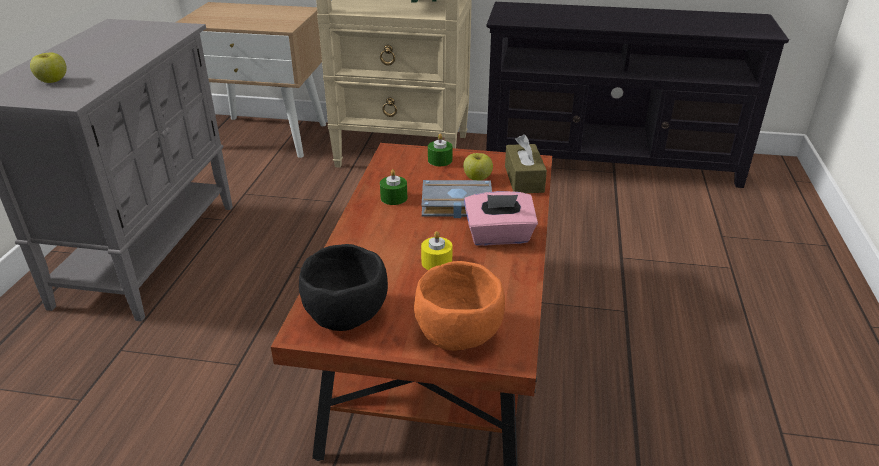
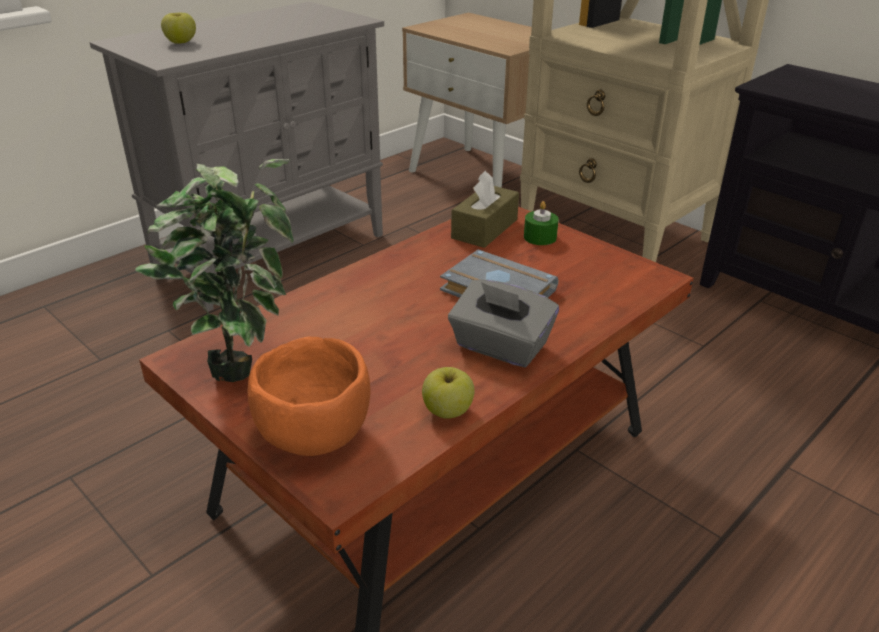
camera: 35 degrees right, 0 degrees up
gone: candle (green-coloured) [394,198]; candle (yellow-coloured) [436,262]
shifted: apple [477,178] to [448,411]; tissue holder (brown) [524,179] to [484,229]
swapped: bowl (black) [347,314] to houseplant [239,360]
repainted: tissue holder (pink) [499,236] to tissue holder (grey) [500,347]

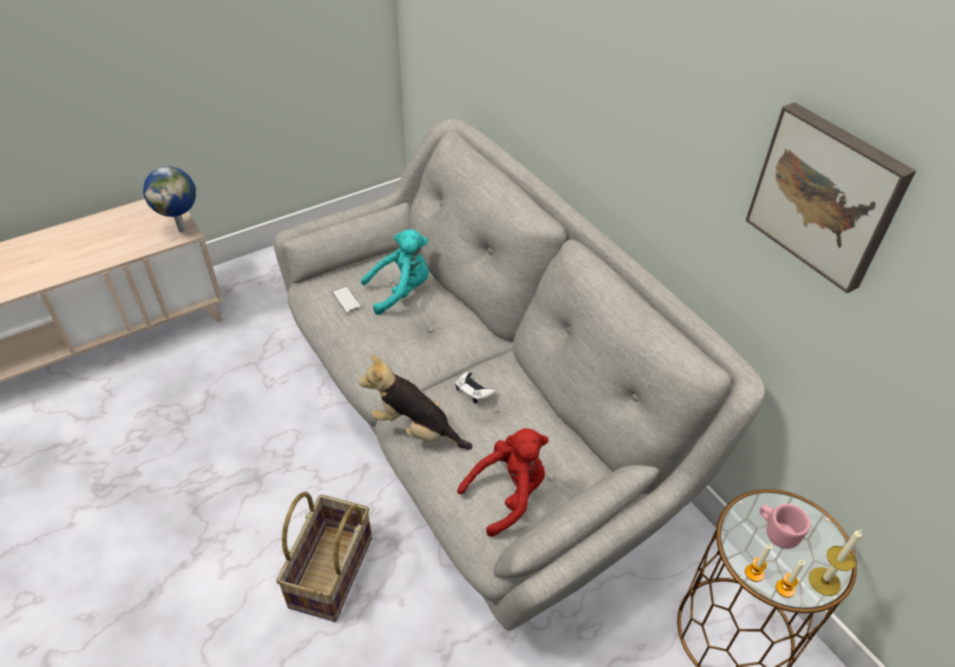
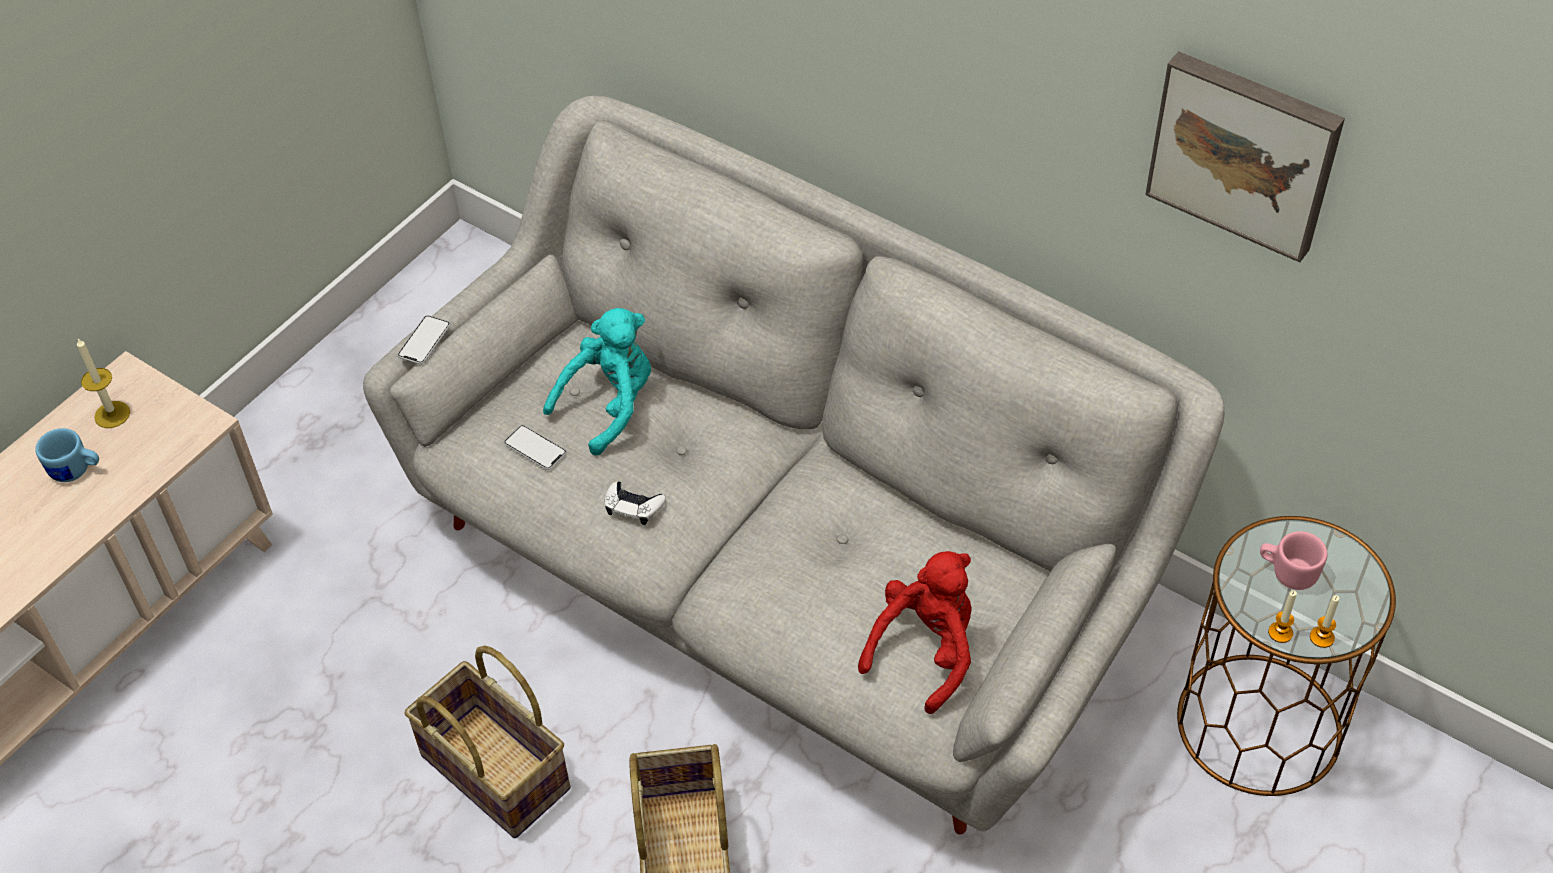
camera: 20 degrees left, 5 degrees up
gone: world globe [182,229]; plush toy [416,429]
new: coffee mug (blue) [76,471]; telephone [424,341]; basket [498,771]
shifted: candle [824,581] to [112,414]; joypad (white-coloured) [473,390] to [633,506]

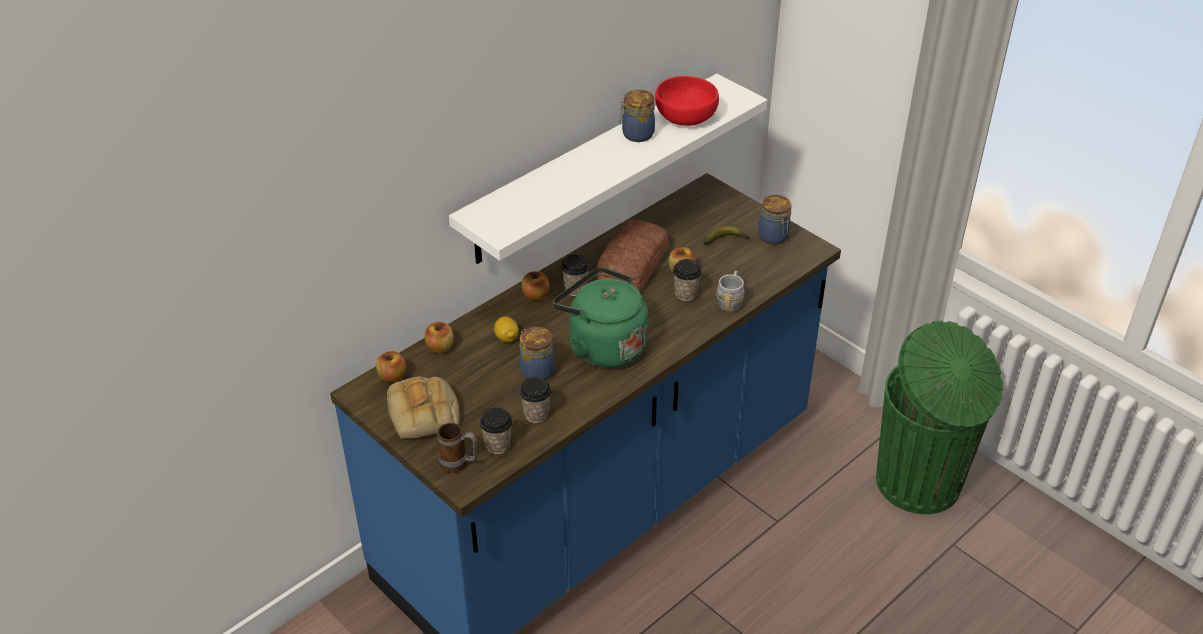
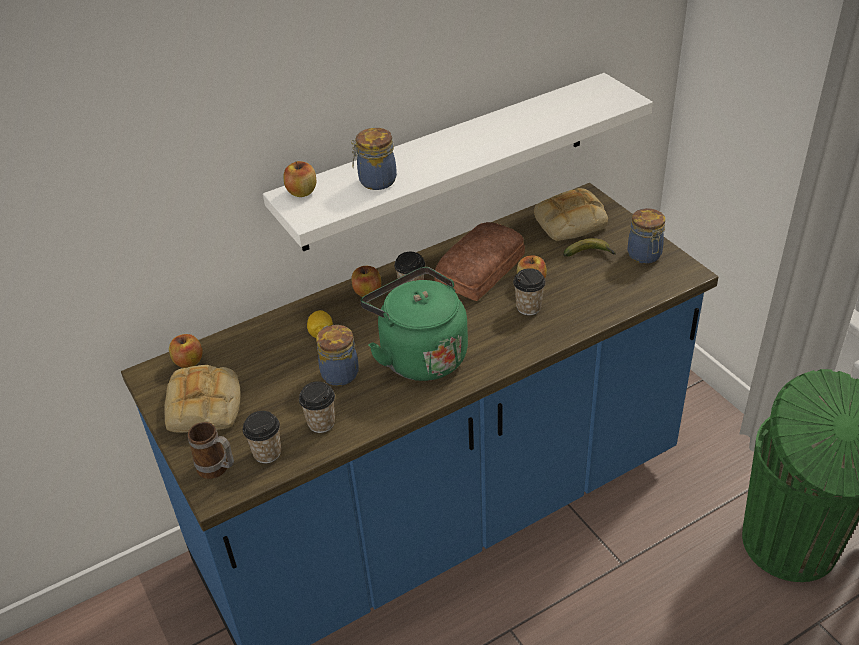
camera: 15 degrees right, 0 degrees up
gone: bowl (red-coloured) [685,117]; coffee mug (grey) [730,301]
new: bakery bread [569,222]
shifted: apple [440,347] to [302,192]; storage jar [636,134] to [376,181]

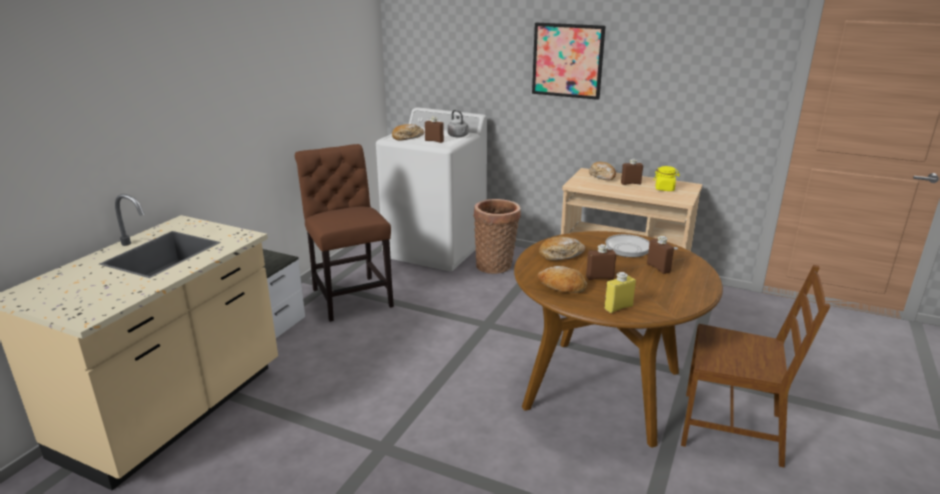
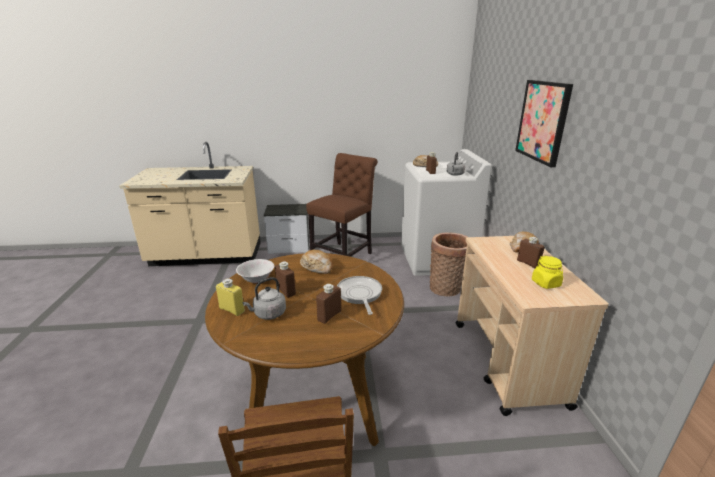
camera: 60 degrees right, 0 degrees up
new: water kettle (grey) [268,314]
swapped: bakery bread [561,287] to bowl (white-coloured) [256,279]

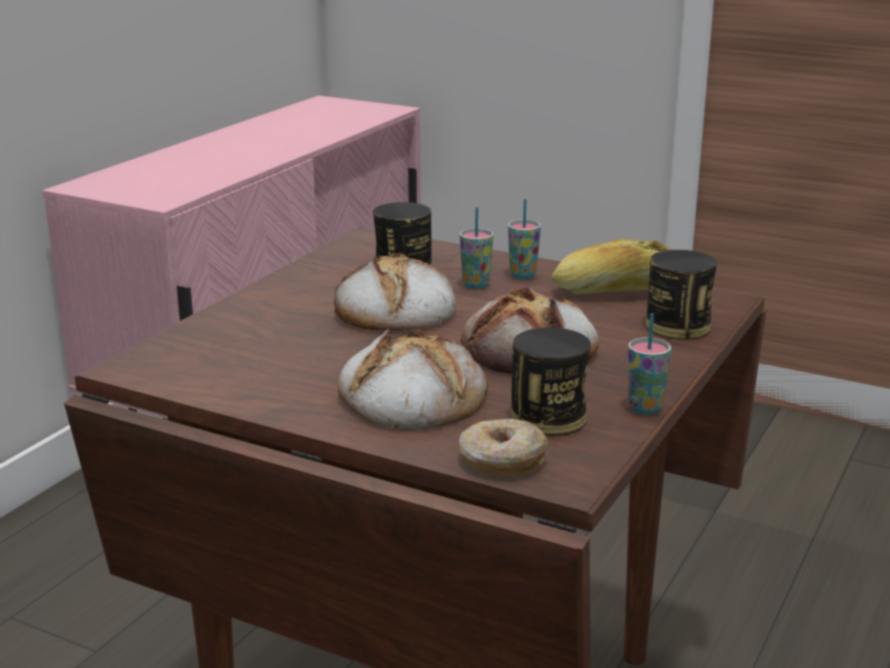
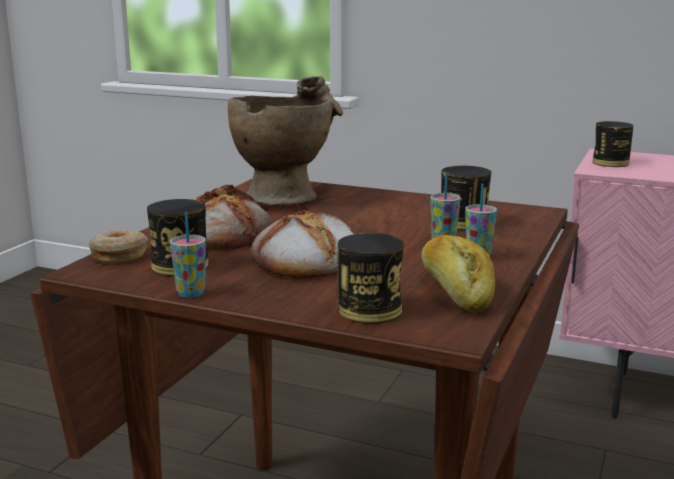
camera: 85 degrees right, 5 degrees down
gone: bakery bread [393,310]
new: flower vase (sand-coloured) [287,197]; can [610,163]

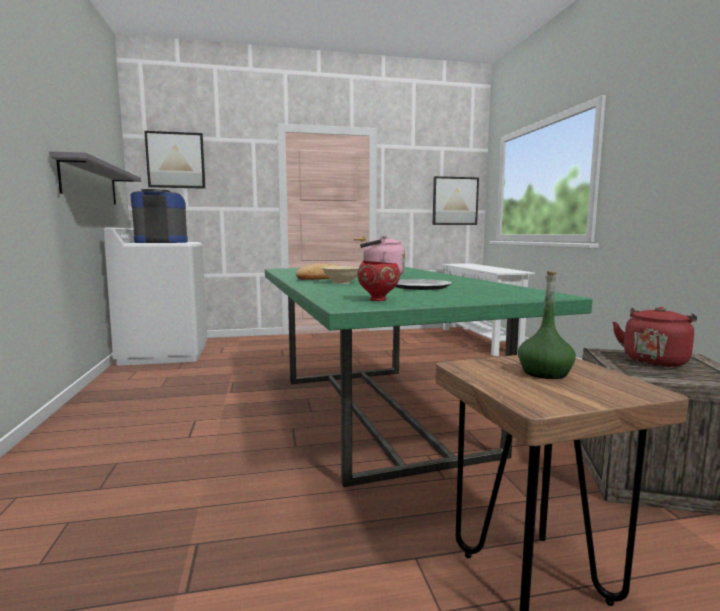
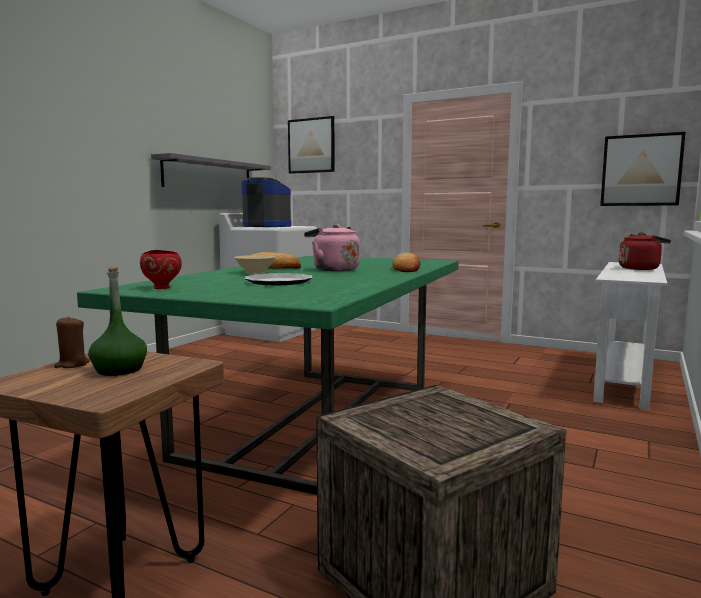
camera: 40 degrees right, 0 degrees up
new: candle (brown) [72,365]; bakery bread [407,269]
shifted: water kettle (red-coloured) [654,360] to [640,268]

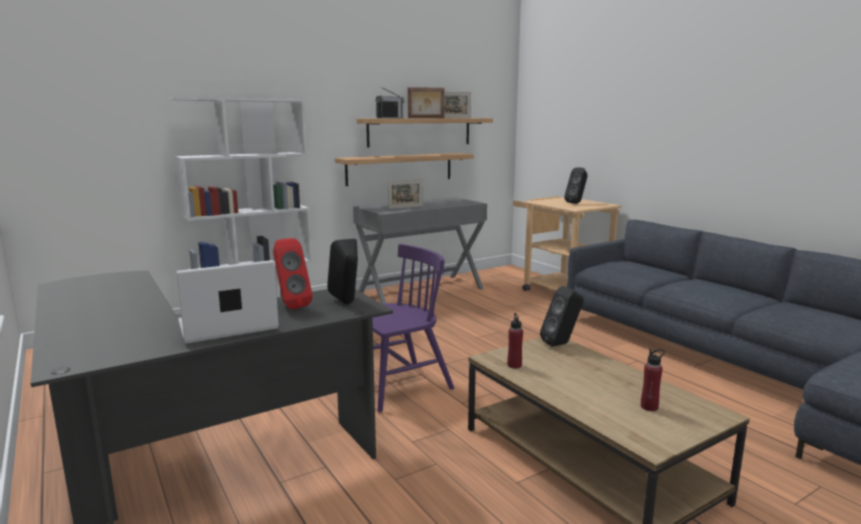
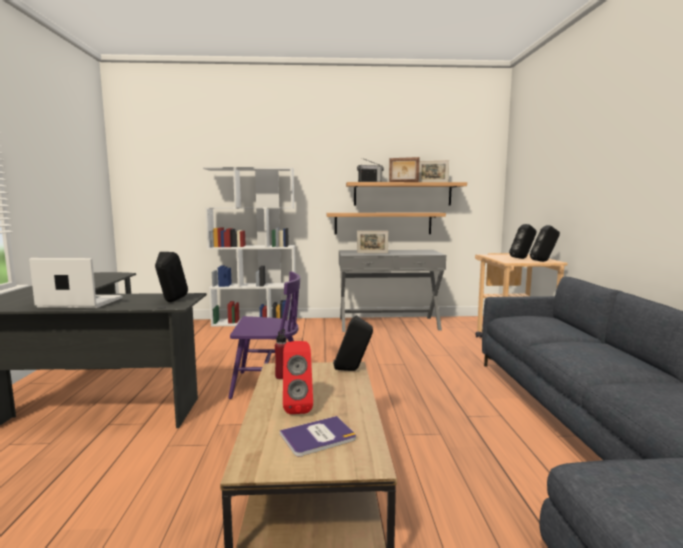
camera: 30 degrees right, 5 degrees down
new: speaker (black) [544,261]
shifted: speaker (red-coloured) [290,305] to [298,407]
swapped: beverage bottle (red-coloured) [649,407] to bound book [318,437]

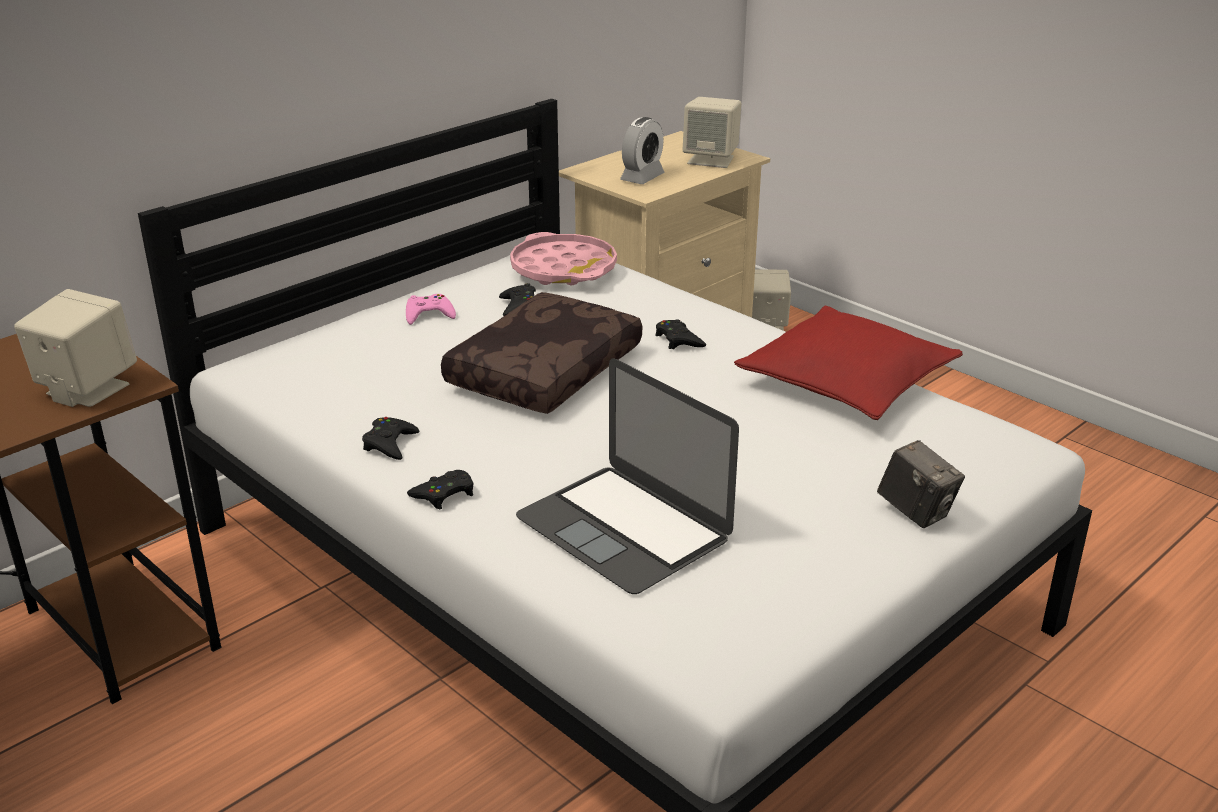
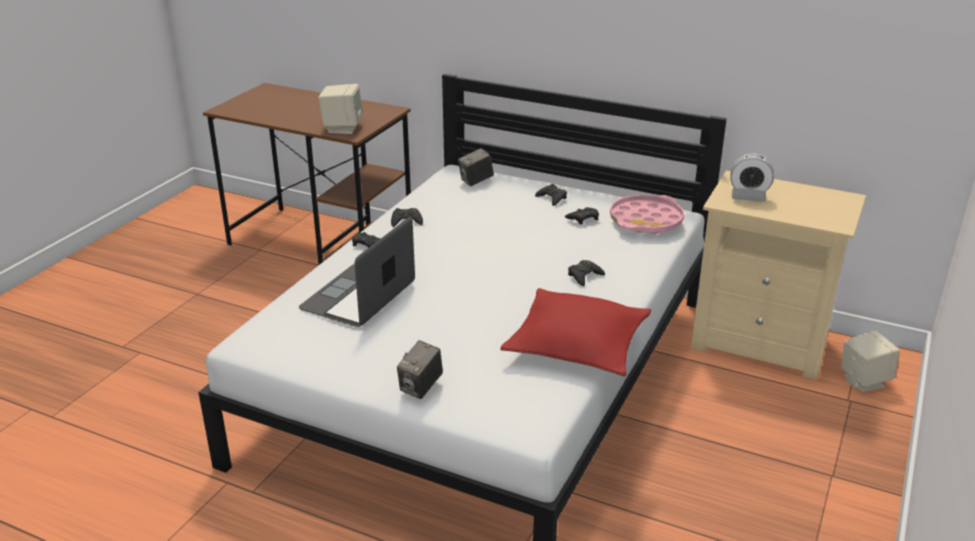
camera: 70 degrees right, 0 degrees up
gone: pillow (brown) [543,370]; speaker (sand-coloured) [711,160]
new: still camera [476,181]
repainted: joypad (pink) [429,314] to joypad (black) [552,198]

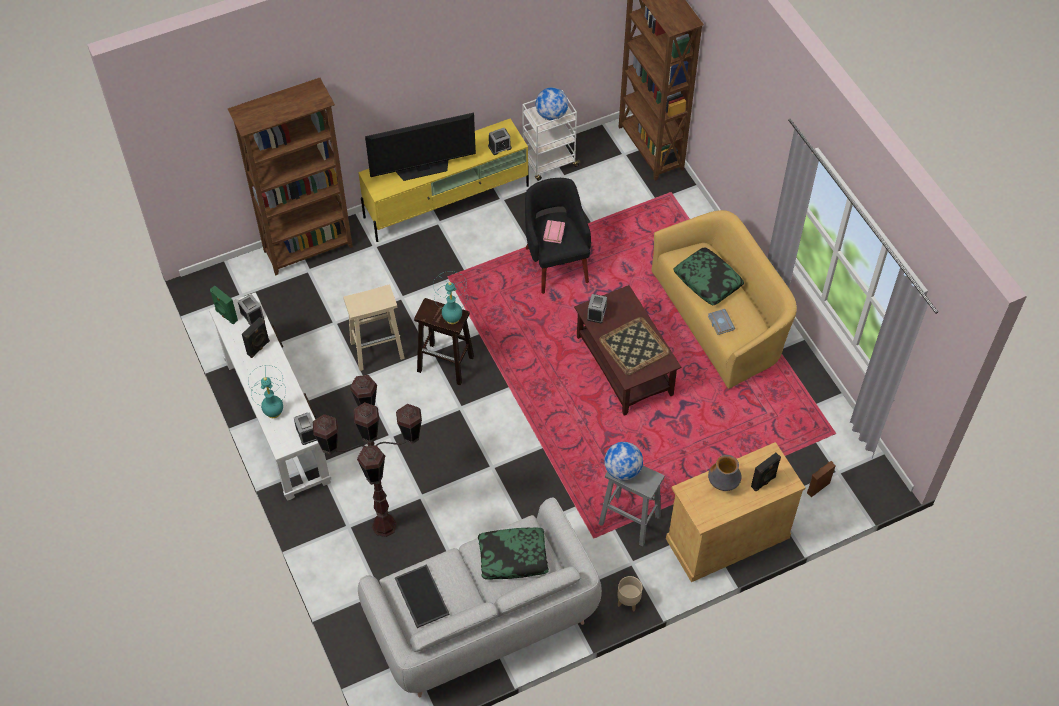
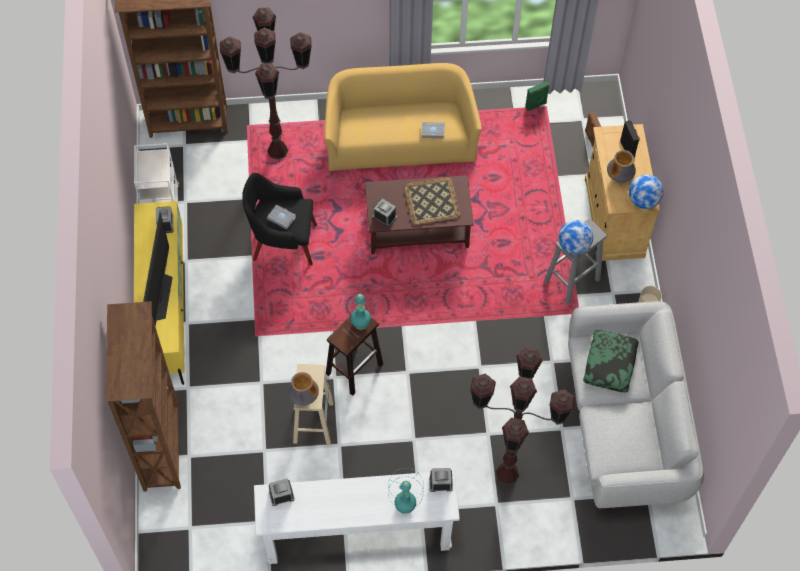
camera: 70 degrees left, 5 degrees up
gone: speaker (black) [259,348]; serving tray [420,596]; pillow [708,280]
new: standing lamp (brown) [278,150]; flower vase [303,397]
shifted: speaker (green-coloured) [226,316] to [536,105]; world globe [551,115] to [643,201]
repainted: bound book (pink) [554,233] to bound book (grey) [282,218]

